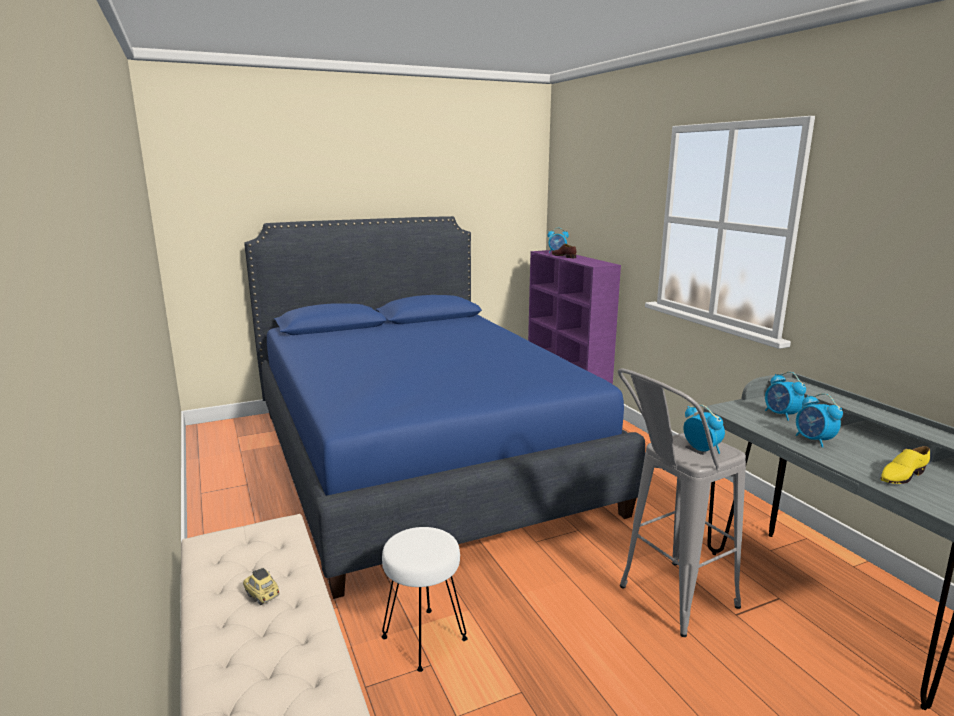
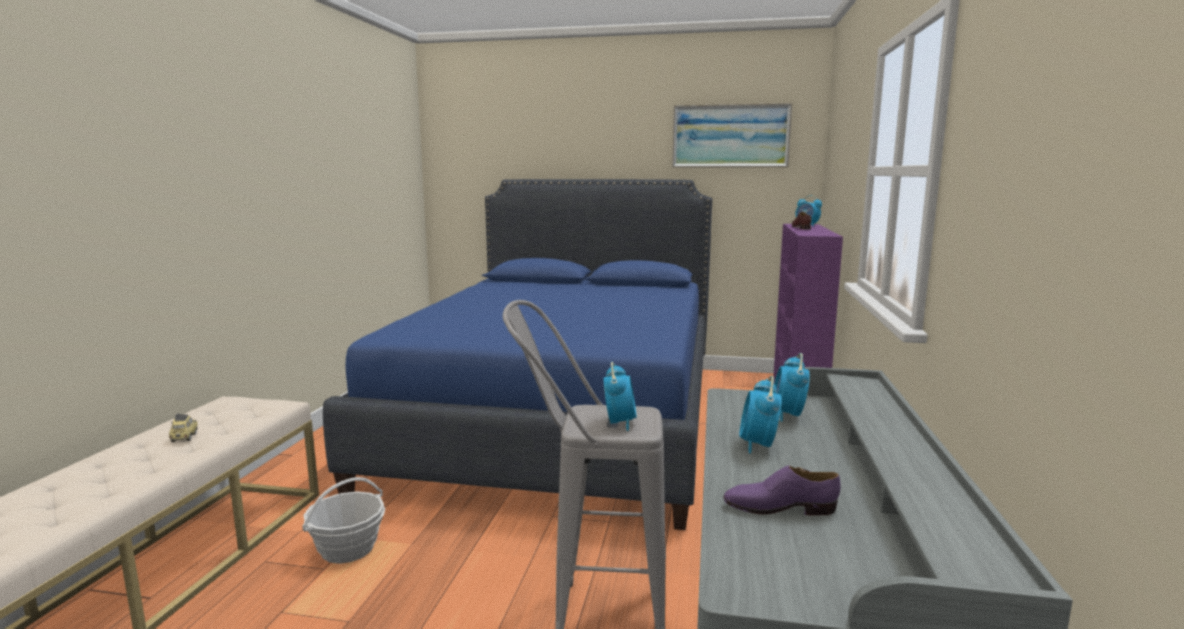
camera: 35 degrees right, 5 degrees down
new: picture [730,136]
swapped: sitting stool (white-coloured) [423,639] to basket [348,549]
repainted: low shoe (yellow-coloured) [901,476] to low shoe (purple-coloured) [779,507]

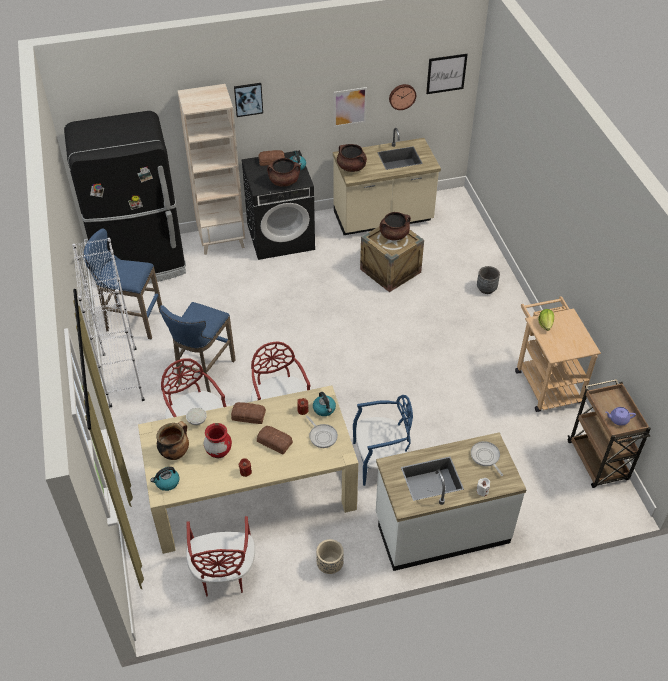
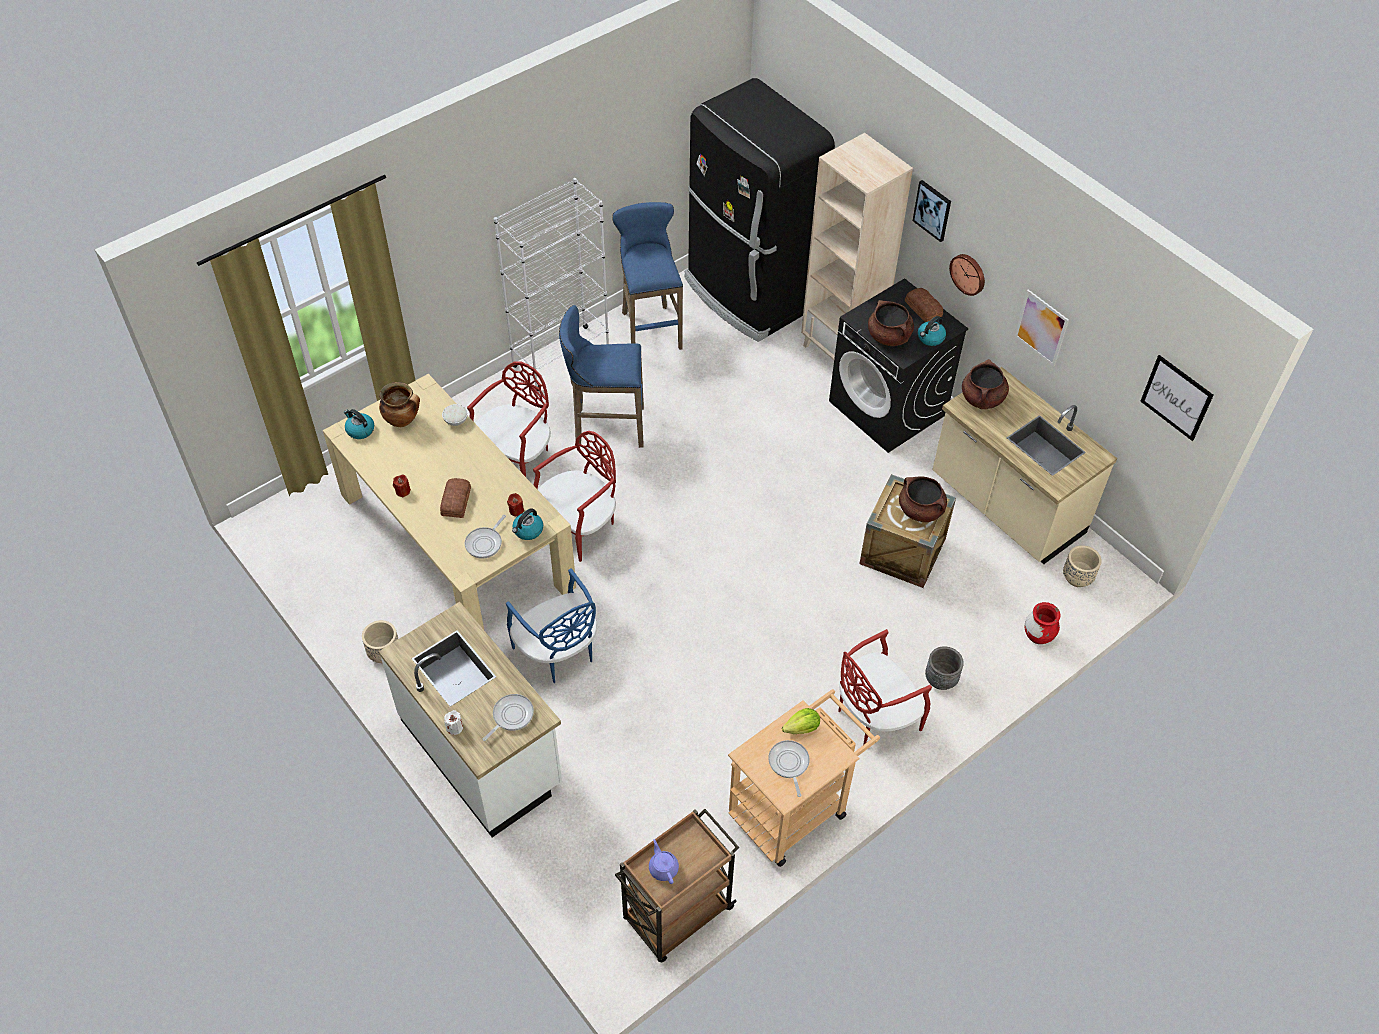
camera: 65 degrees right, 5 degrees up
gone: bakery bread [248,416]
new: frying pan [789,764]; planter (sand-coloured) [1077,578]
shifted: plain chair (red-coloured) [223,574] to [874,715]; clock on the wall [402,96] to [968,273]; flower vase (red-coloured) [219,452] to [1038,636]

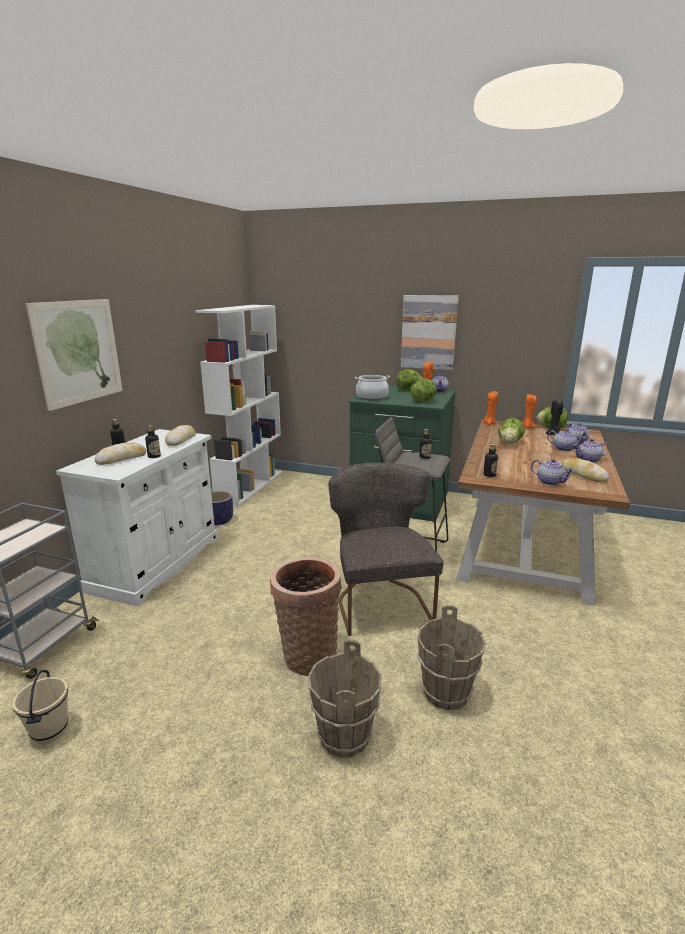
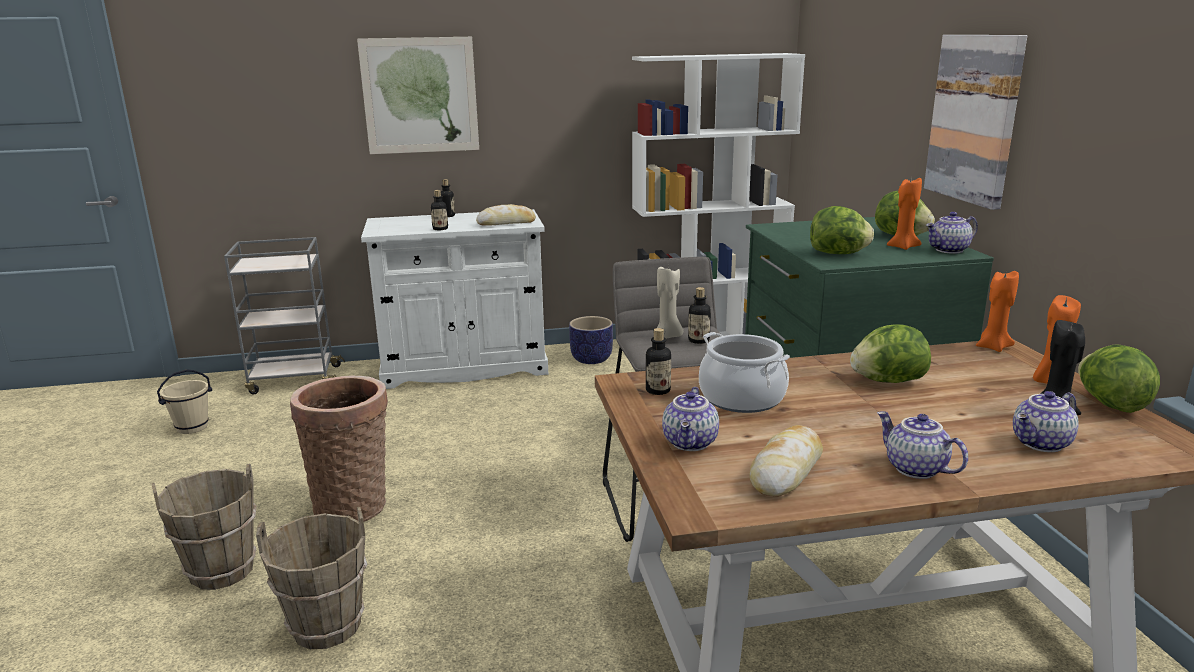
camera: 60 degrees right, 0 degrees up
gone: bakery bread [122,459]; plain chair (grey) [380,602]; teapot [564,449]
new: candle (sand-coloured) [668,336]
shifted: saucepot [372,397] to [742,398]

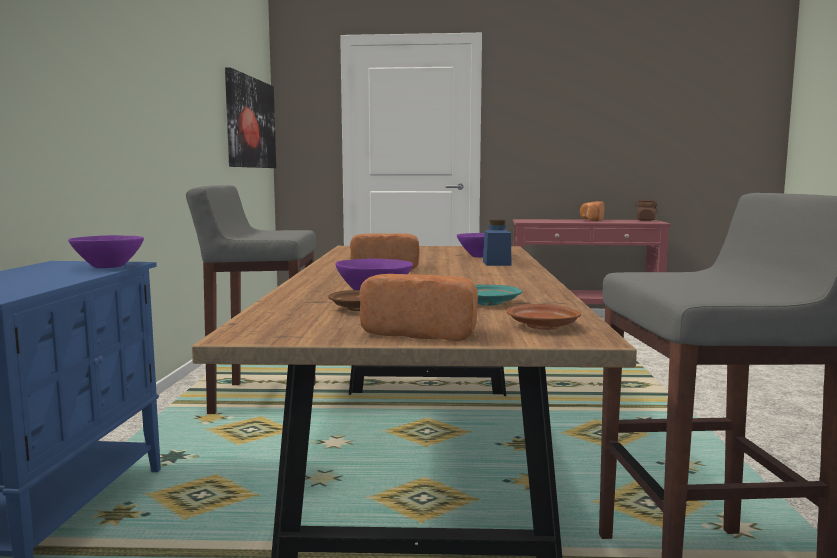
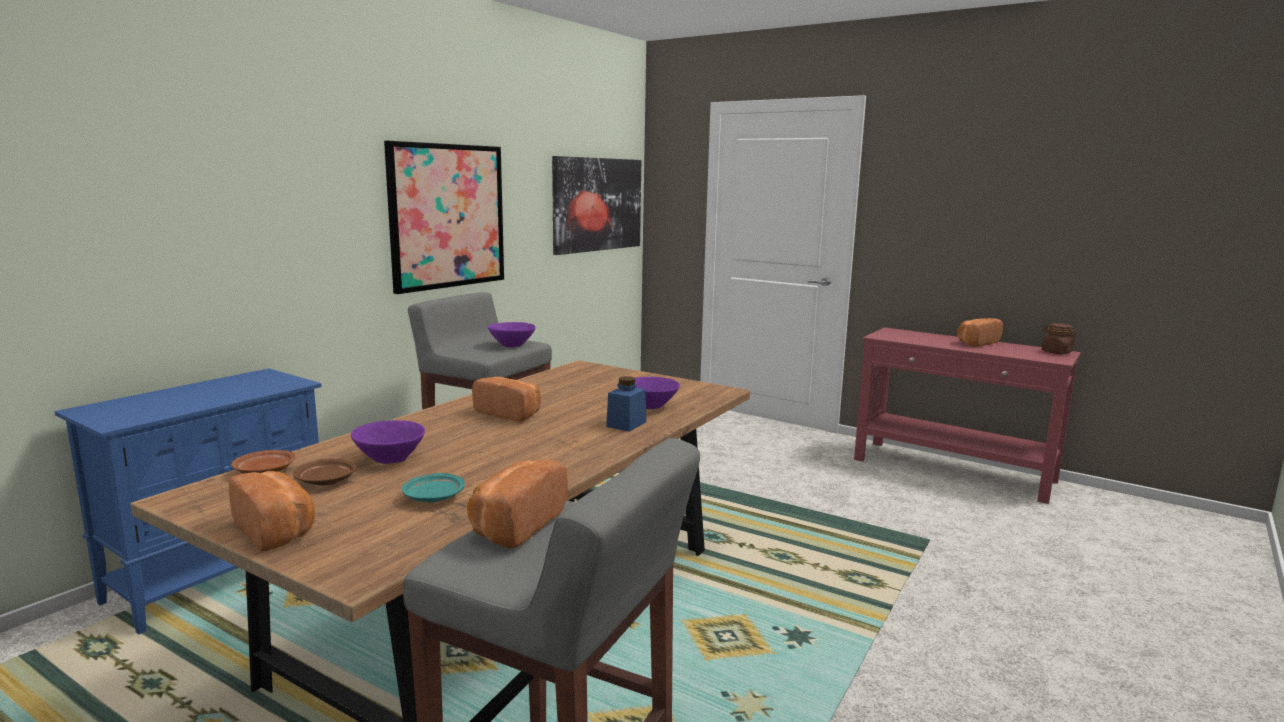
camera: 30 degrees right, 5 degrees up
new: picture [447,216]; bakery bread [515,525]
shifted: flat dish (brown) [543,327] to [264,471]; bowl (purple-coloured) [109,266] to [513,345]

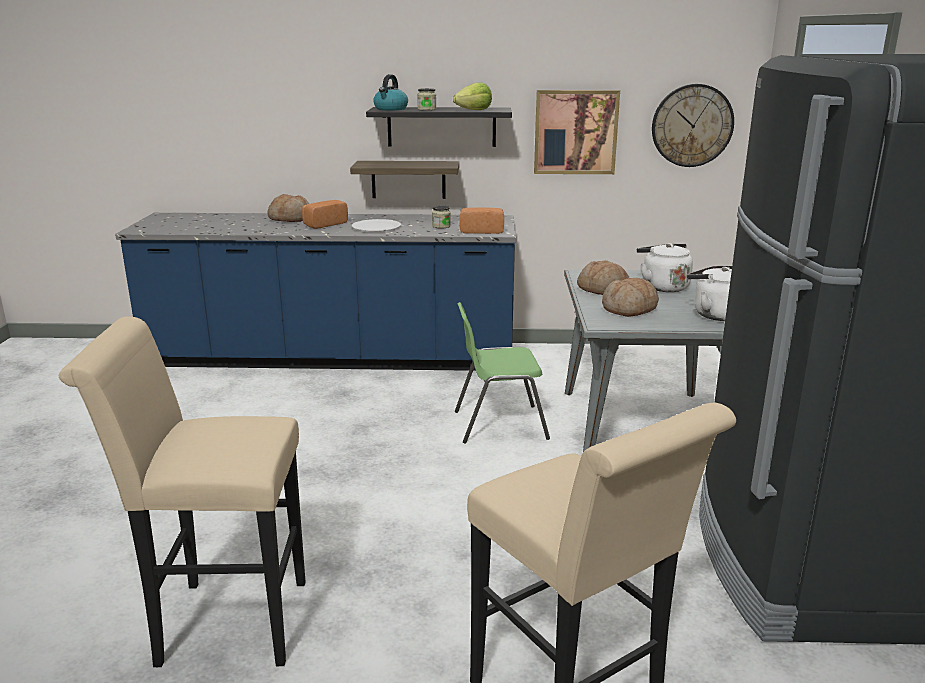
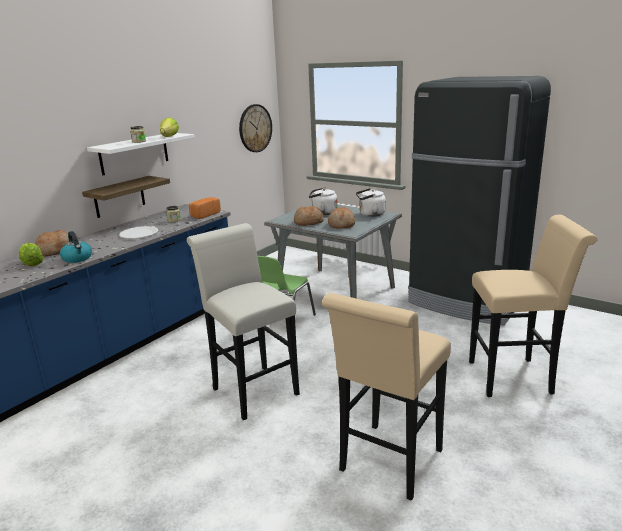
camera: 55 degrees left, 0 degrees up
gone: bakery bread [324,224]; picture [575,132]
new: lettuce [32,263]; sitting stool (white-coloured) [252,388]
shifted: water kettle [390,109] to [77,258]
repainted: shelf (black) [441,127] to shelf (white-coloured) [134,153]

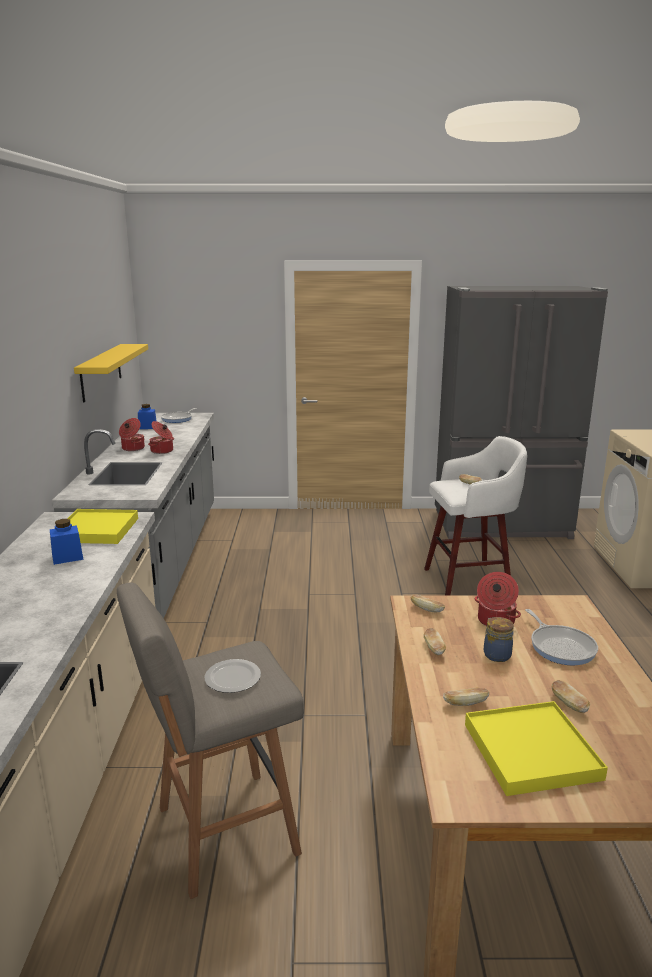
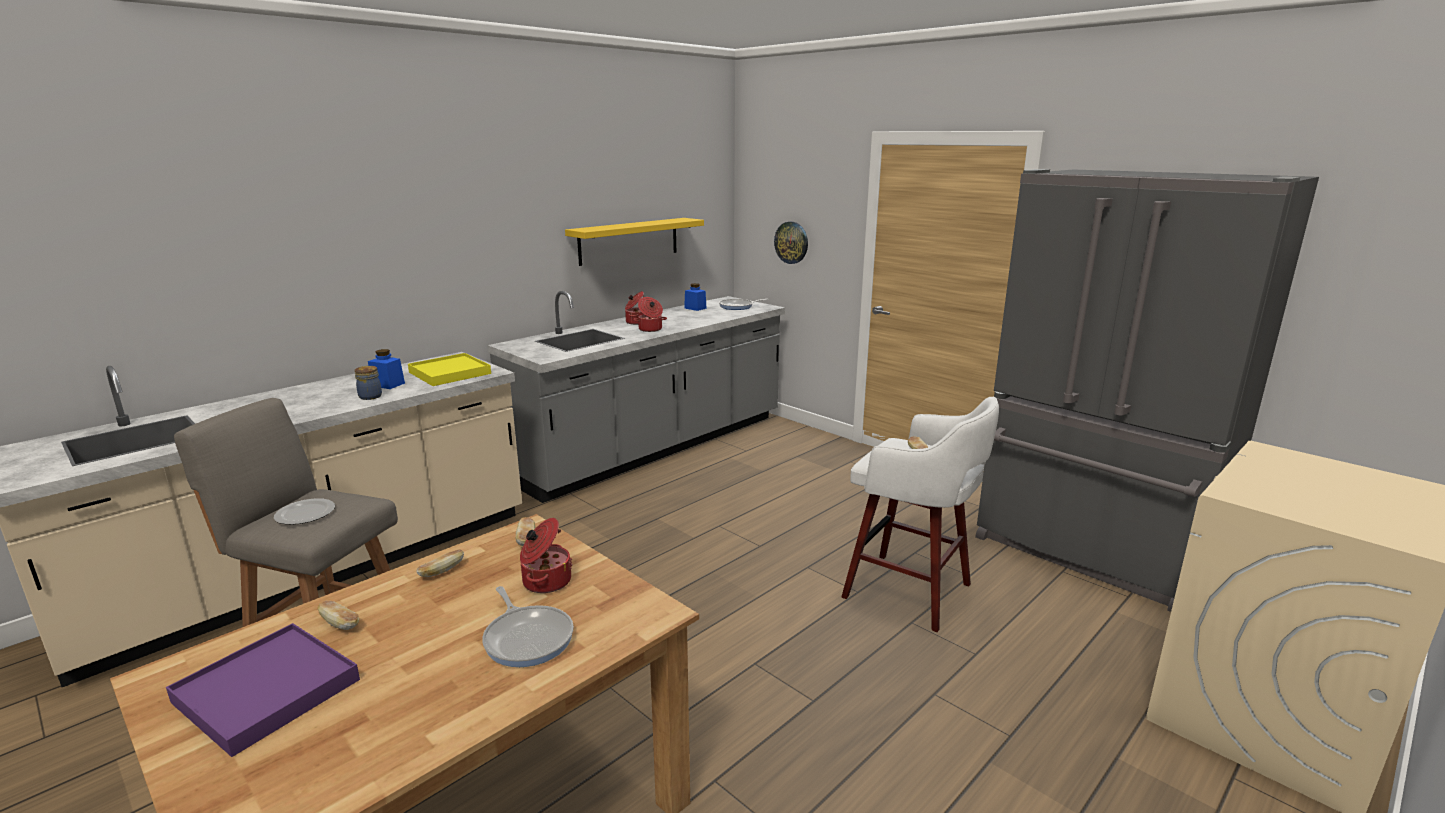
camera: 45 degrees right, 0 degrees up
gone: bakery bread [569,704]
new: clock on the wall [791,242]
shifted: storage jar [496,654] to [371,396]
repainted: serving tray (yellow-coloured) [531,751] to serving tray (purple-coloured) [267,691]
rotated: frying pan [560,647] = [527,638] 60 degrees counterclockwise

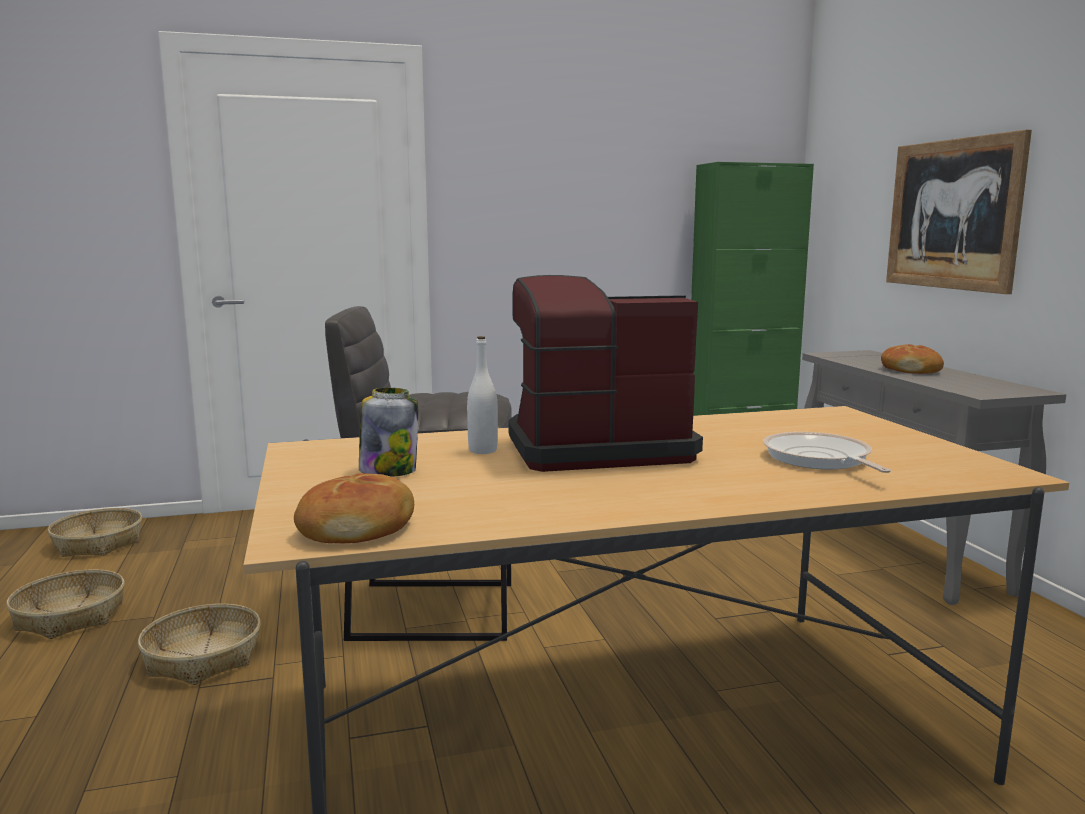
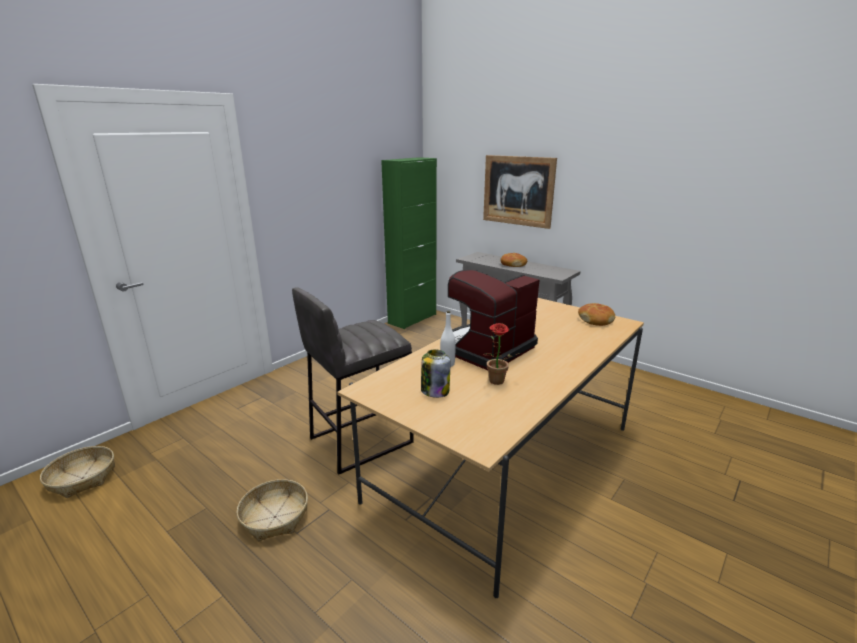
camera: 35 degrees left, 10 degrees up
gone: basket [70,616]; frying pan [819,459]
new: houseplant [496,382]
shifted: bakery bread [358,527] to [596,320]

